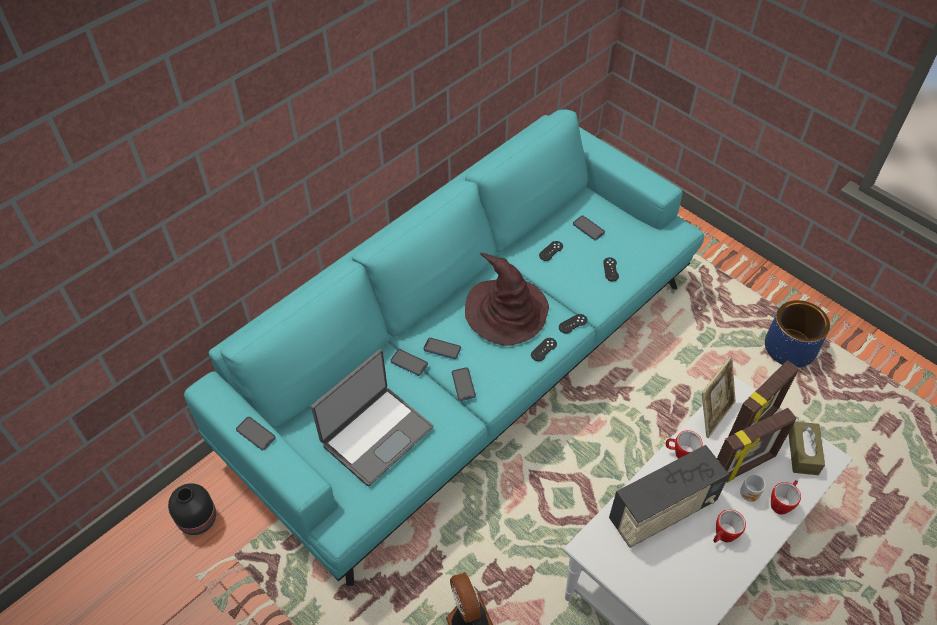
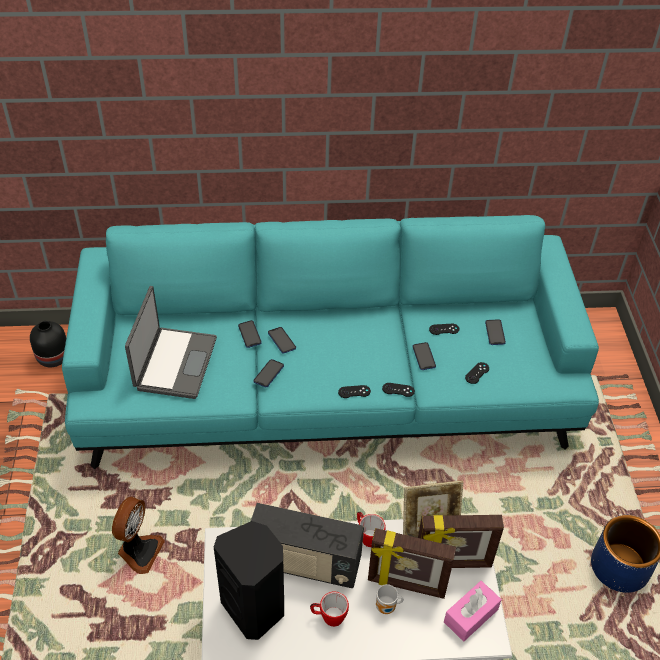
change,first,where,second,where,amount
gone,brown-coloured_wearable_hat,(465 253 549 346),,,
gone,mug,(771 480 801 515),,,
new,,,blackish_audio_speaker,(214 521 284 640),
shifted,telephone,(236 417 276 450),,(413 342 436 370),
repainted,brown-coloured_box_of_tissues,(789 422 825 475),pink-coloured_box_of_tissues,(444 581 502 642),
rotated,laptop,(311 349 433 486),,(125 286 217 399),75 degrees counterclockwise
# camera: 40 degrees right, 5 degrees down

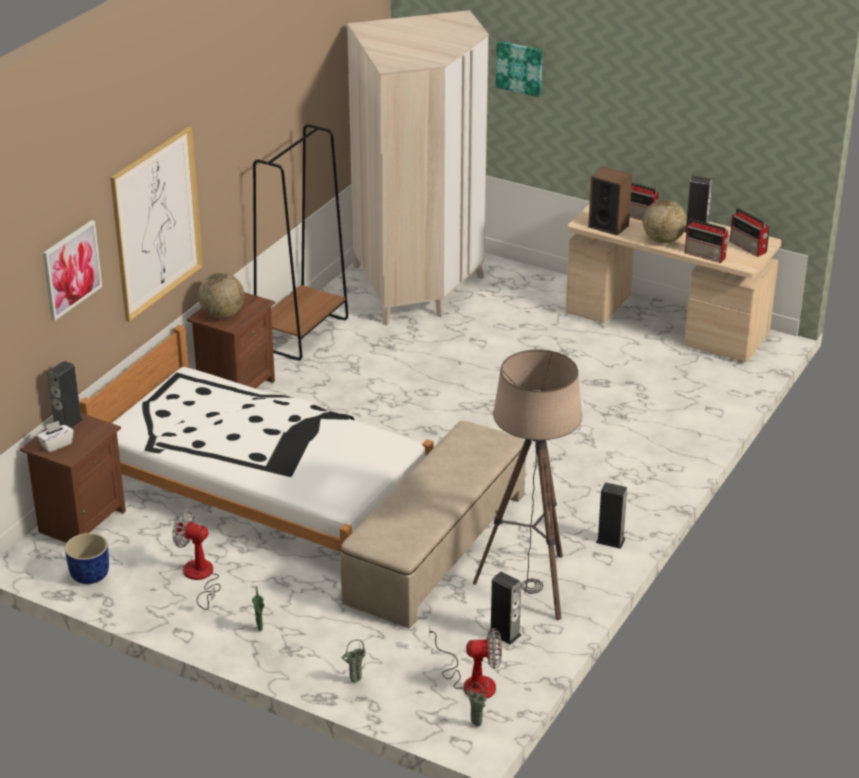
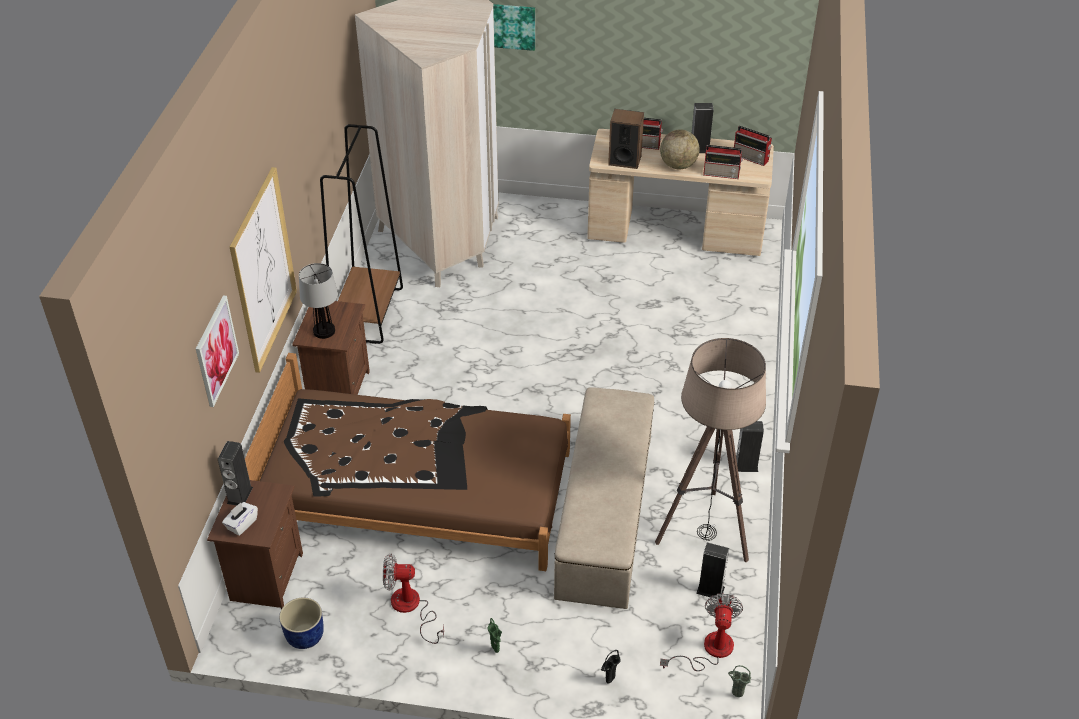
change,first,where,second,where,amount
swapped,globe,(198 272 244 318),lamp_for_a_table,(299 263 338 339),
repainted,white-coloured_bed,(79 325 434 554),brown-coloured_bed,(245 353 571 571),
repainted,green-coloured_decorative_vase,(342 639 366 683),blackish_decorative_vase,(601 650 621 684),
rotated,electric_fan,(429 623 502 699),,(660 593 743 671),60 degrees counterclockwise
# camera: 20 degrees left, 10 degrees up

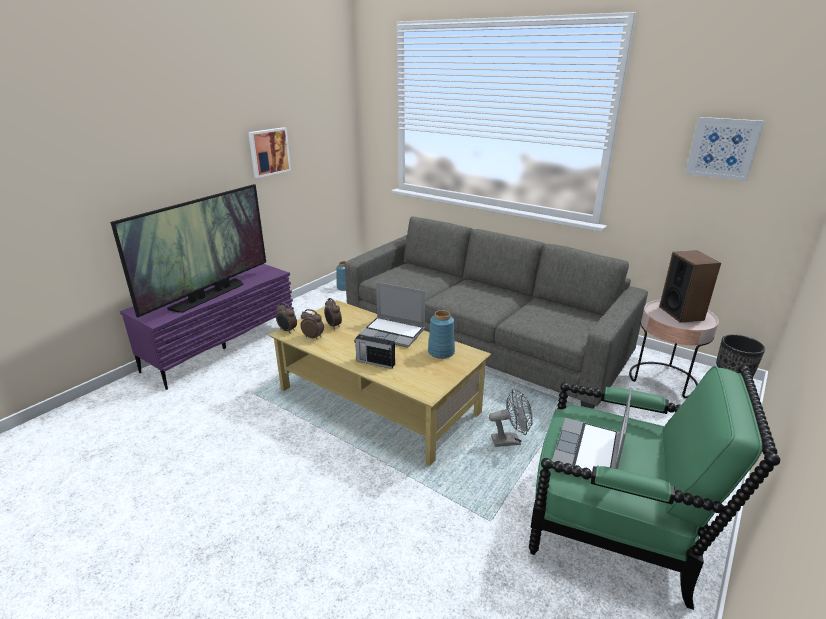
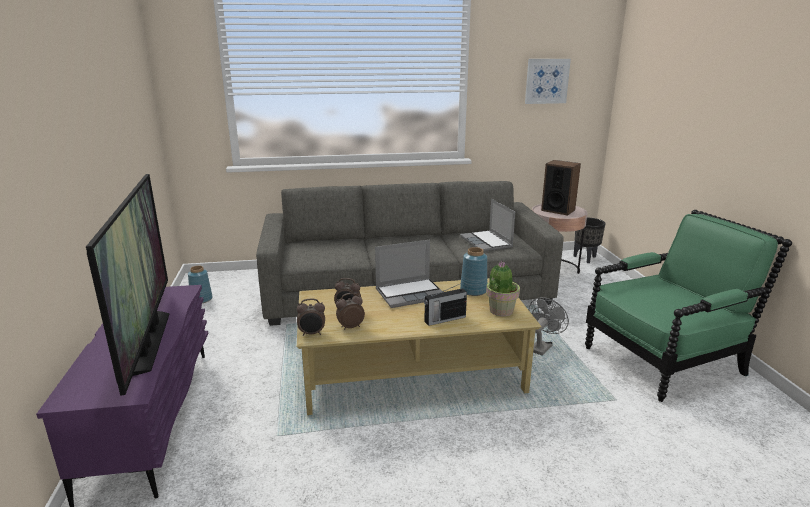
change,first,where,second,where,amount
gone,wall_art,(248 127 291 178),,,
new,,,plant_in_a_pot,(486 261 520 316),
shifted,laptop,(552 387 632 479),,(460 199 515 251),
# camera: 45 degrees left, 5 degrees down

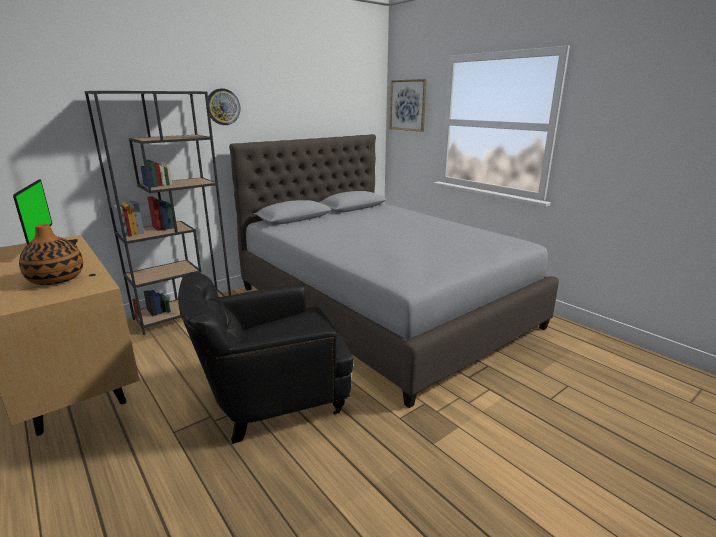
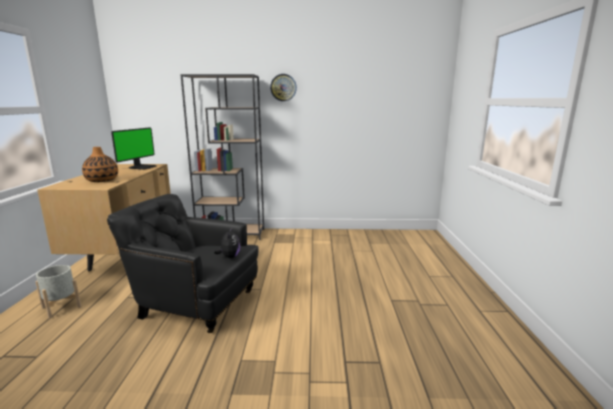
change,first,where,second,where,amount
gone,greyish_bed,(229 134 559 408),,,
gone,wall_art,(390 79 427 132),,,
new,,,greyish_plant_pot,(35 265 81 319),
new,,,plush_toy,(214 227 240 258),
# camera: 40 degrees right, 5 degrees down

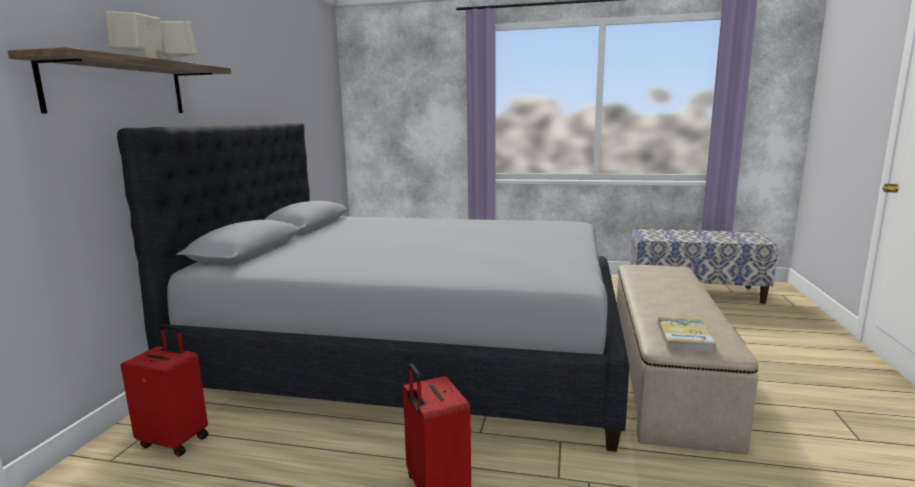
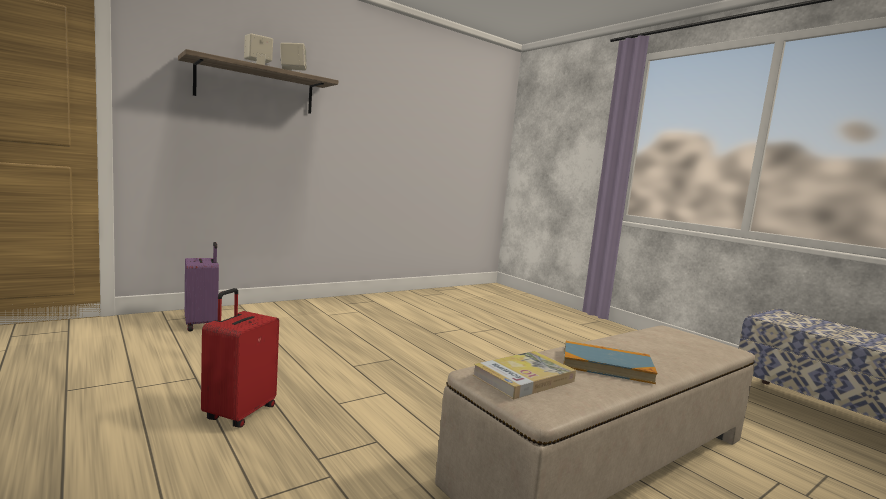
change,first,where,second,where,amount
gone,greyish_bed,(117 122 629 452),,,
new,,,book,(564 341 657 384),
repainted,red-coloured_suitcase,(121 324 208 457),purplish_suitcase,(185 242 219 332),
# camera: 40 degrees right, 5 degrees down

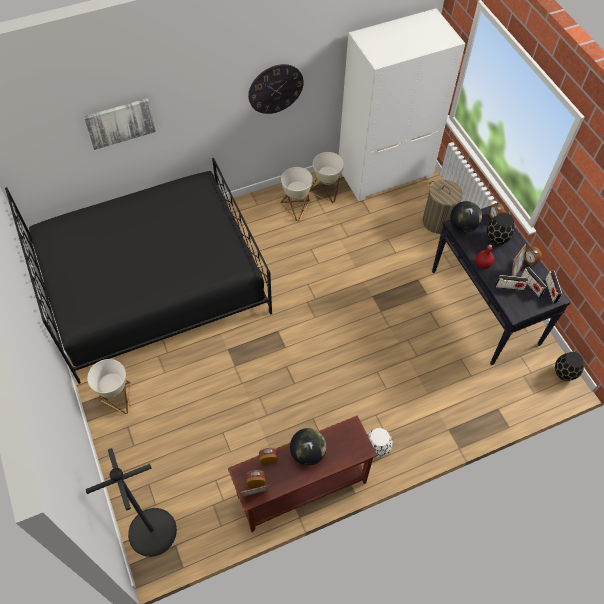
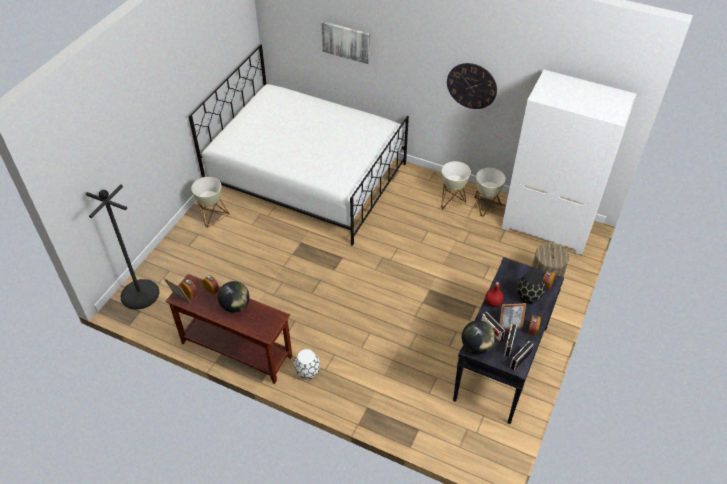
change,first,where,second,where,amount
gone,blackish_decorative_vase,(555 352 584 381),,,
shifted,globe,(450 201 482 232),,(462 321 495 354),
repainted,blackish_bed,(5 158 272 384),white-coloured_bed,(188 44 409 246),
# camera: 50 degrees right, 10 degrees down

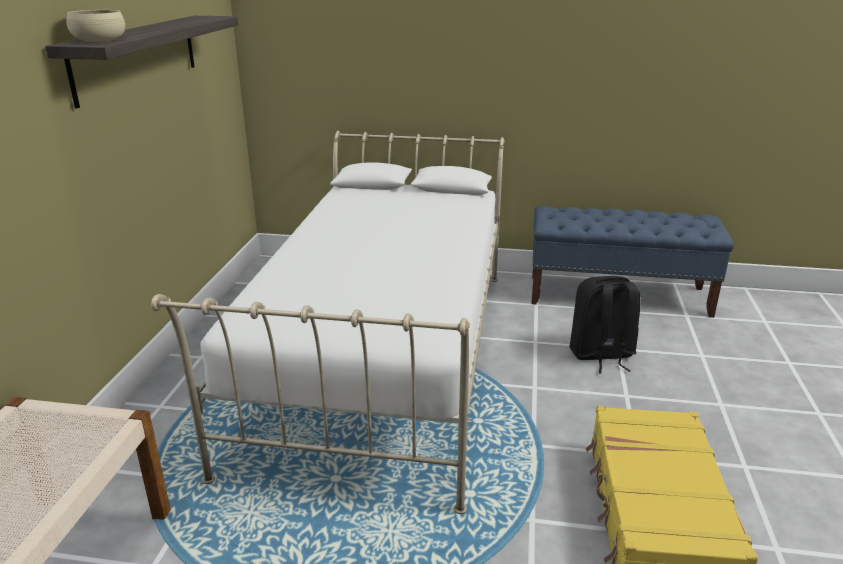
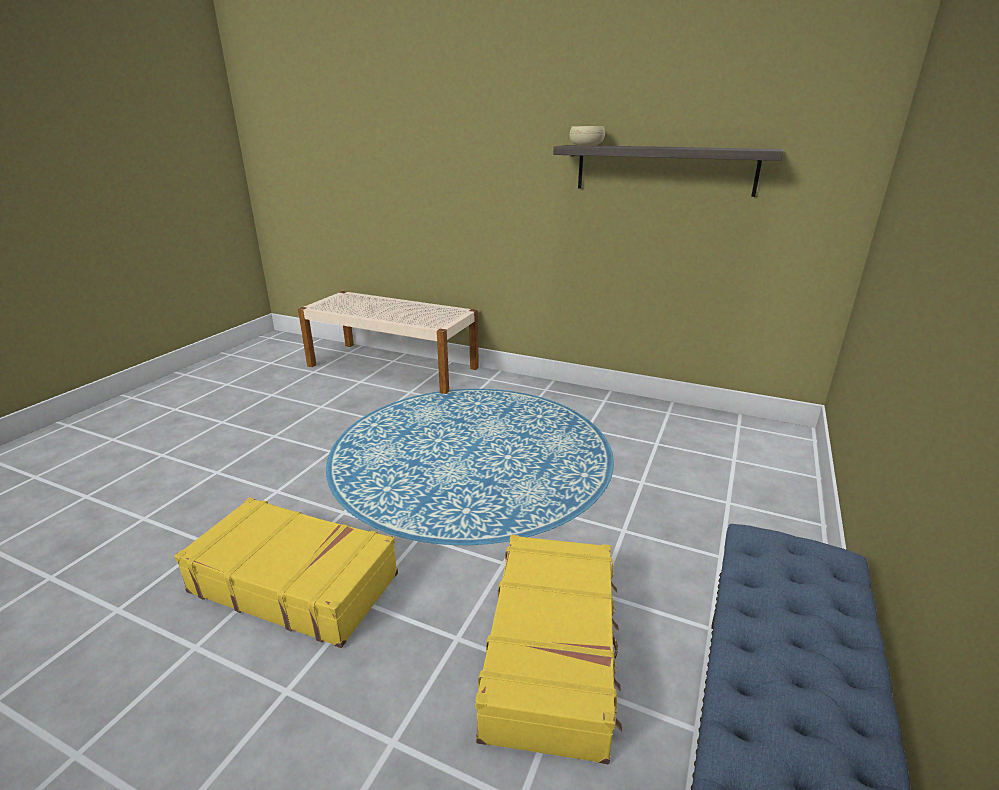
change,first,where,second,where,amount
gone,white-coloured_bed,(151 131 505 514),,,
swapped,blackish_rucksack,(569 276 641 373),yellow-coloured_suitcase,(475 535 622 764),
# camera: 105 degrees right, 0 degrees up

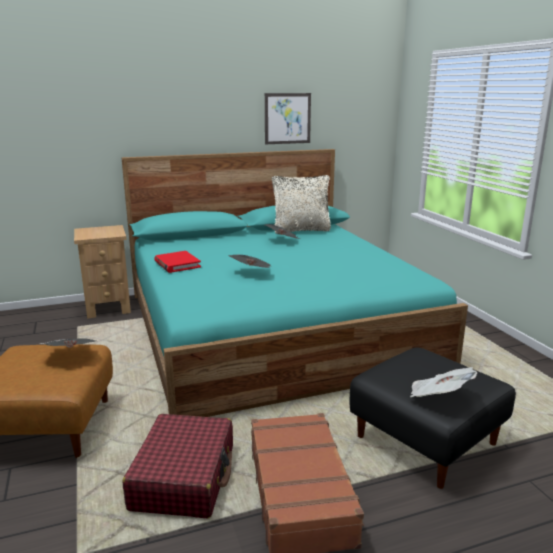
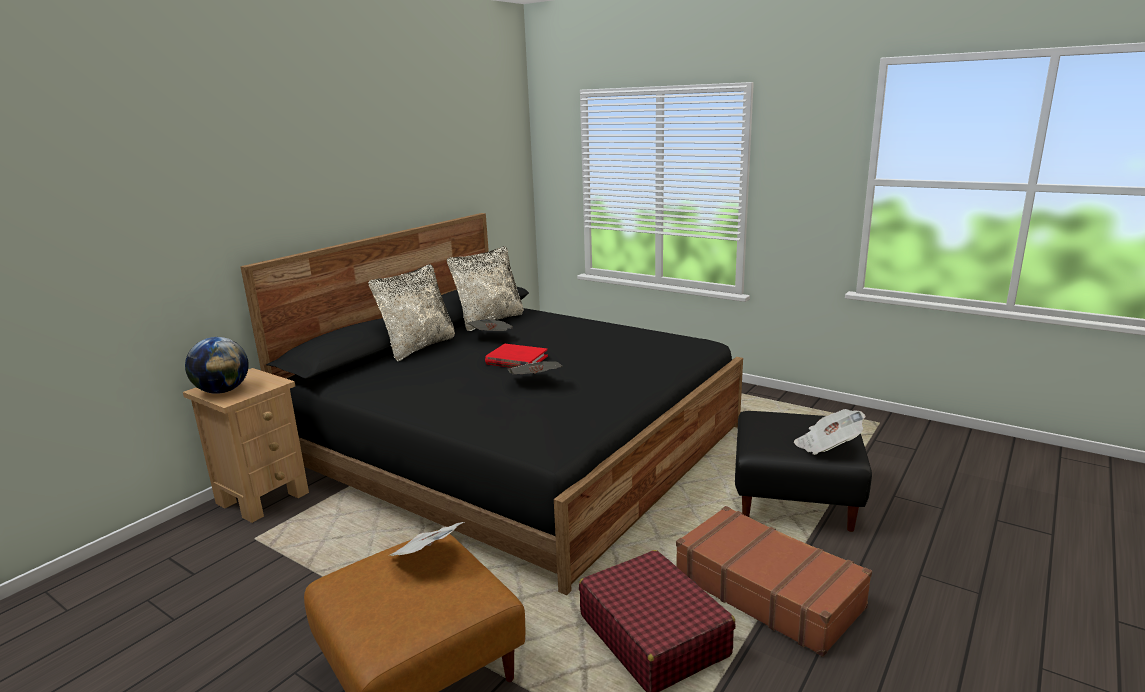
change,first,where,second,where,amount
gone,wall_art,(265 93 311 144),,,
new,,,globe,(185 337 249 394),
new,,,beige_pillow,(368 264 455 361),
shifted,red-coloured_book,(154 251 201 273),,(485 344 548 368),
repainted,turquoise_bed,(122 149 468 417),blackish_bed,(240 213 743 595),
# camera: 35 degrees left, 0 degrees up

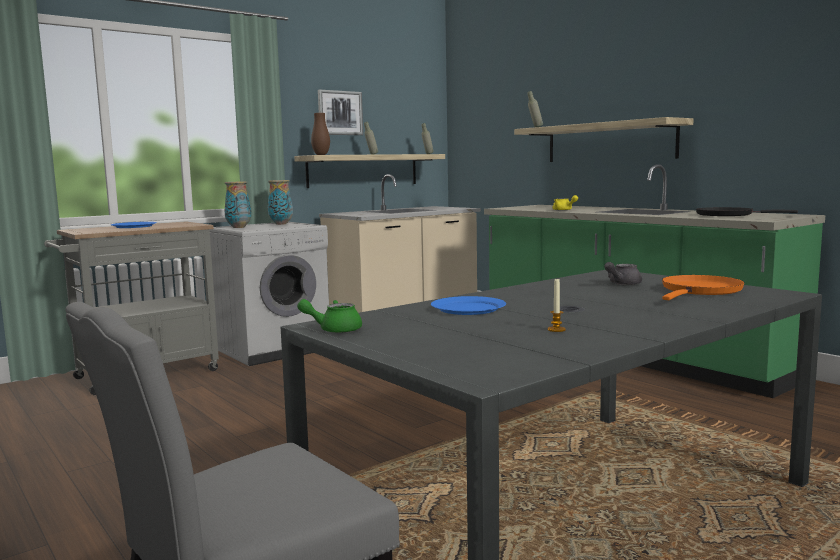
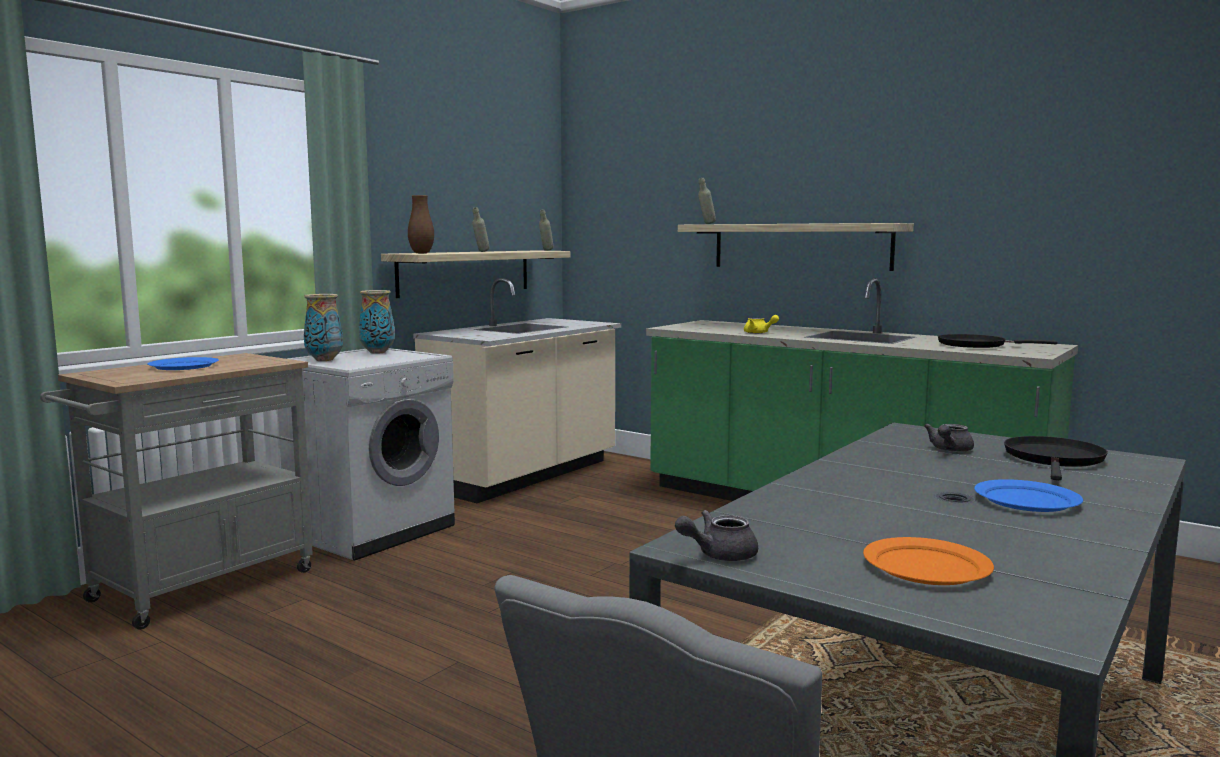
change,first,where,second,where,amount
gone,wall_art,(318 90 363 135),,,
gone,wax_candle,(547 279 566 332),,,
new,,,orangey_dinner_plate,(863 537 994 585),
shifted,blue-coloured_dinner_plate,(431 296 506 315),,(974 479 1083 512),
repainted,green-coloured_tea_pot,(297 299 362 333),greyish_tea_pot,(675 510 758 561),
repainted,orangey_skillet,(662 275 745 300),blackish_skillet,(1004 436 1108 480),
# camera: 15 degrees left, 0 degrees up

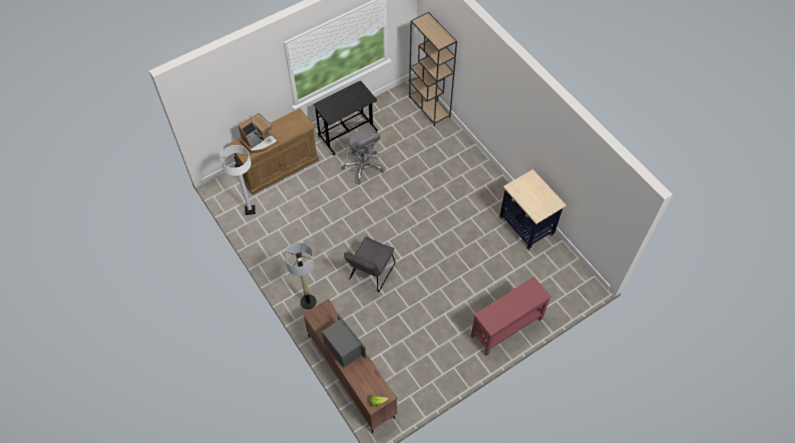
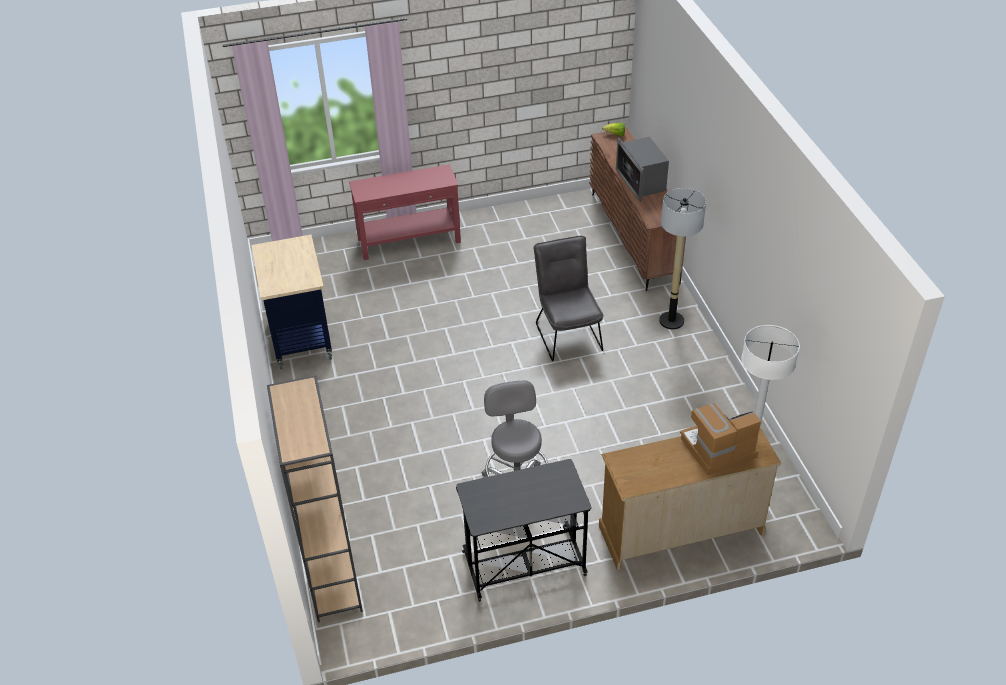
change,first,where,second,where,amount
rotated,greyish_upright_chair,(344 236 395 292),,(534 236 604 361),60 degrees counterclockwise
# camera: 160 degrees left, 15 degrees down

